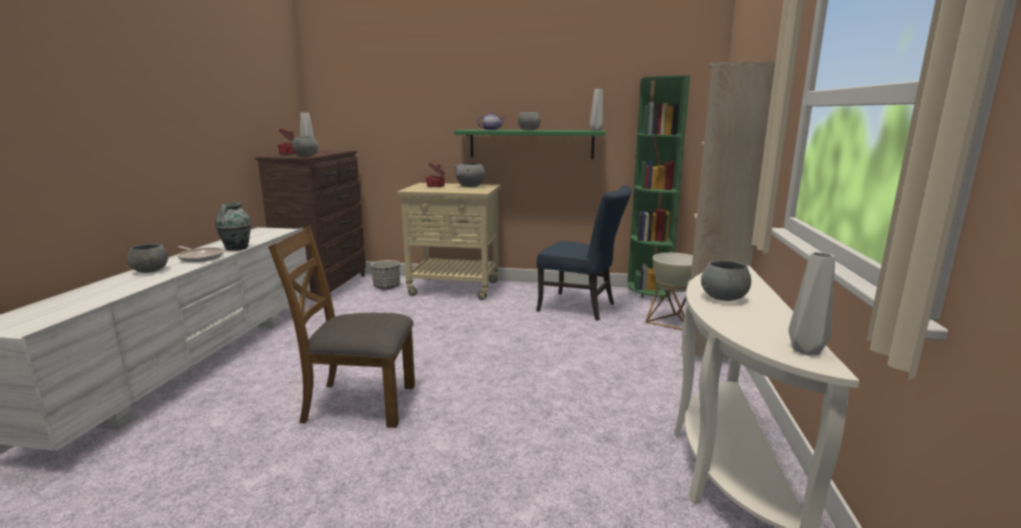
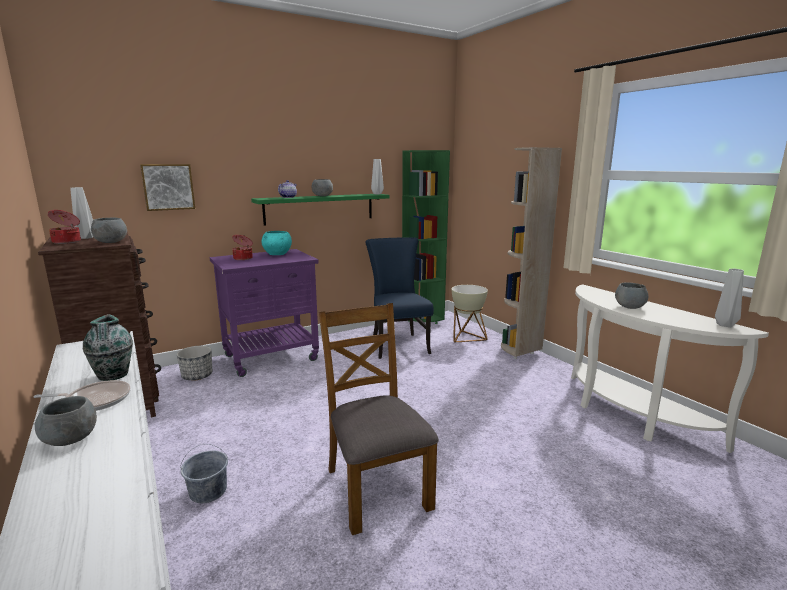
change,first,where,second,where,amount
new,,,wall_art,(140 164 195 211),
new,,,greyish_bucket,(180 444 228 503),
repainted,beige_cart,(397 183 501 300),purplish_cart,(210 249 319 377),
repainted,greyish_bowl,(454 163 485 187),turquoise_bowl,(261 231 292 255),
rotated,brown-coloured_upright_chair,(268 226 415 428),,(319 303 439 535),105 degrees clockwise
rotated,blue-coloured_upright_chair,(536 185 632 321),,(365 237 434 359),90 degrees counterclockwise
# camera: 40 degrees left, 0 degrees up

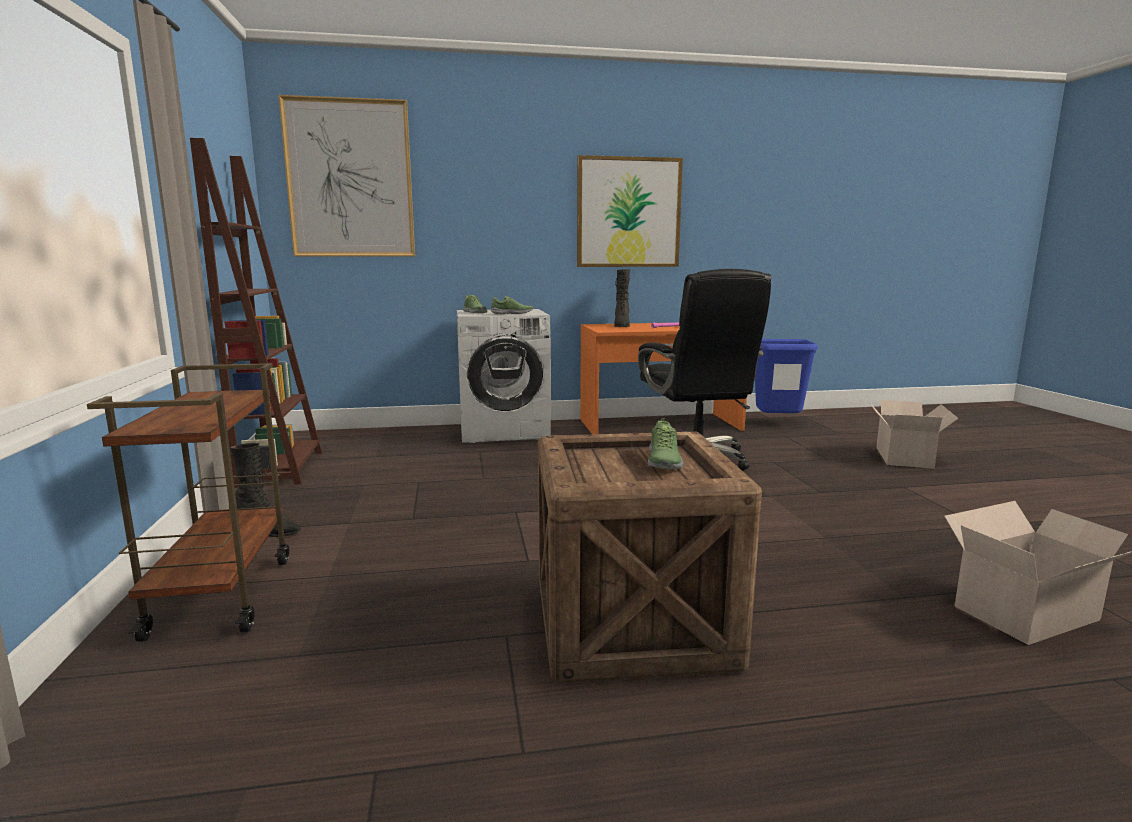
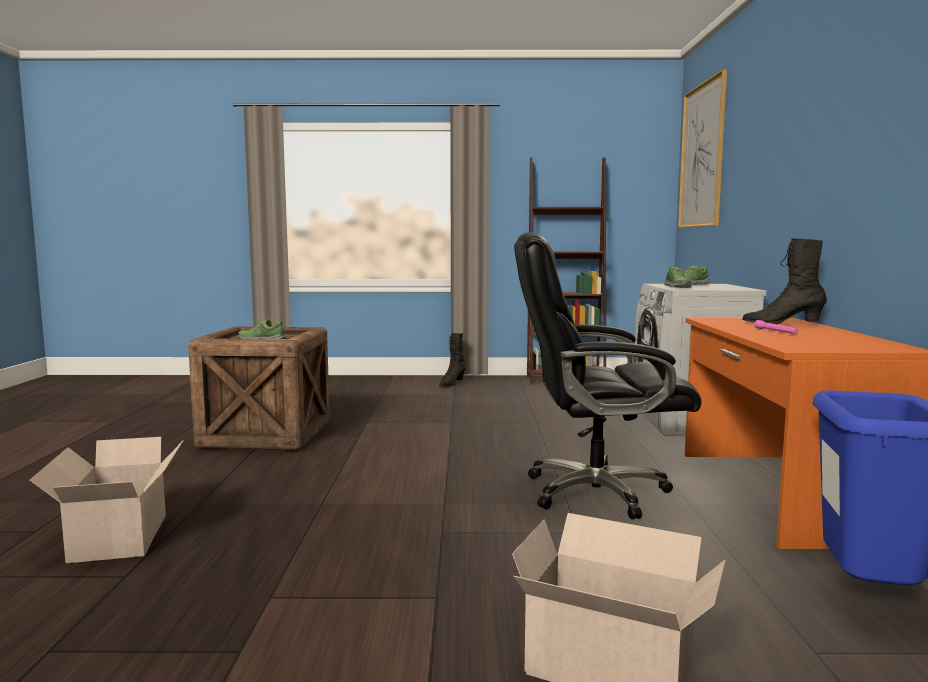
change,first,where,second,where,amount
gone,brown-coloured_cart,(87 363 289 642),,,
gone,wall_art,(577 155 683 267),,,
# camera: 100 degrees right, 5 degrees down

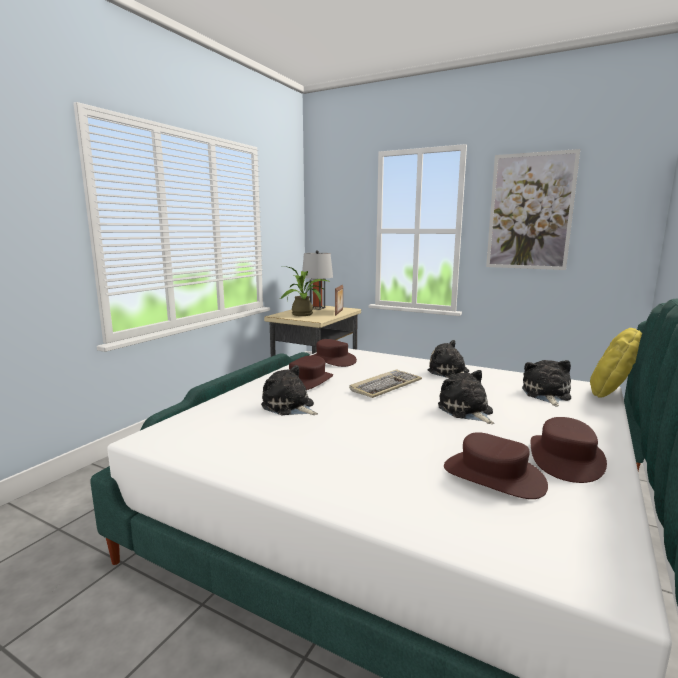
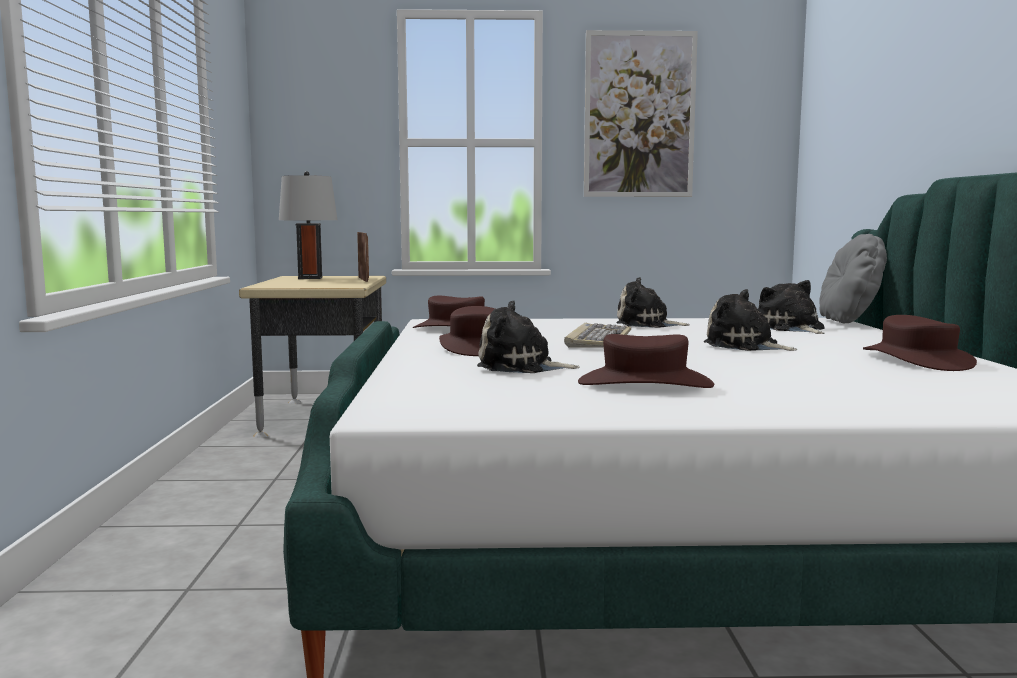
change,first,where,second,where,amount
gone,plant_in_a_pot,(280 266 331 316),,,
shifted,brown-coloured_wearable_hat,(444 432 548 499),,(578 334 714 388),
repainted,yellow-coloured_pillow,(590 328 642 398),greyish_pillow,(819 234 887 323),
# camera: 30 degrees left, 5 degrees down

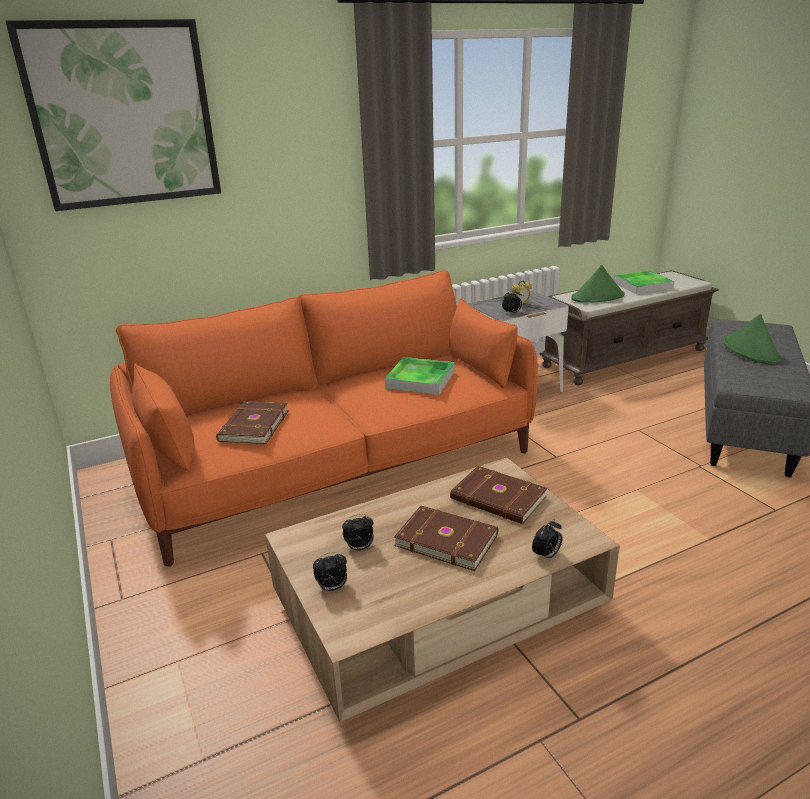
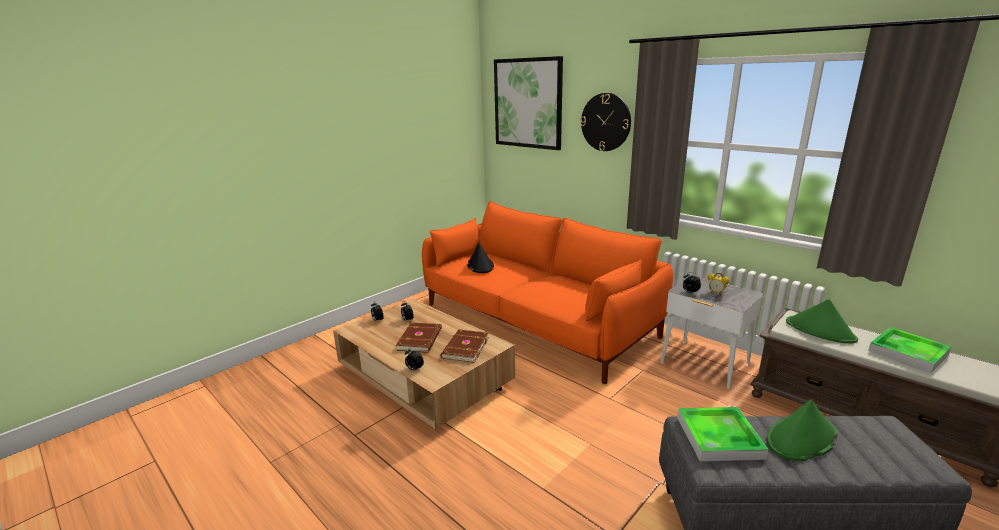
change,first,where,second,where,amount
new,,,clock_on_the_wall,(580 93 631 151),
shifted,tray,(385 357 454 395),,(677 407 768 461),
swapped,brown-coloured_book,(216 401 289 444),blackish_wearable_hat,(467 243 494 273),
# camera: 70 degrees right, 5 degrees down

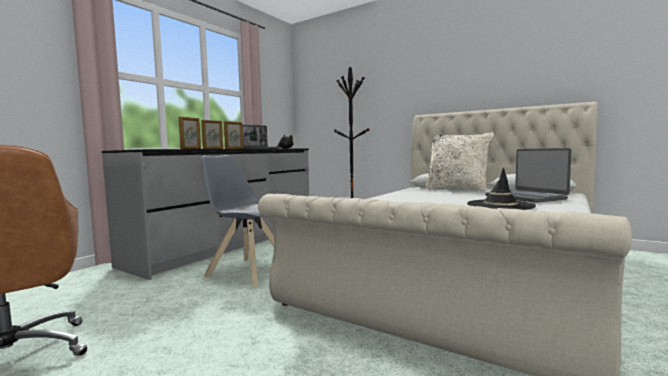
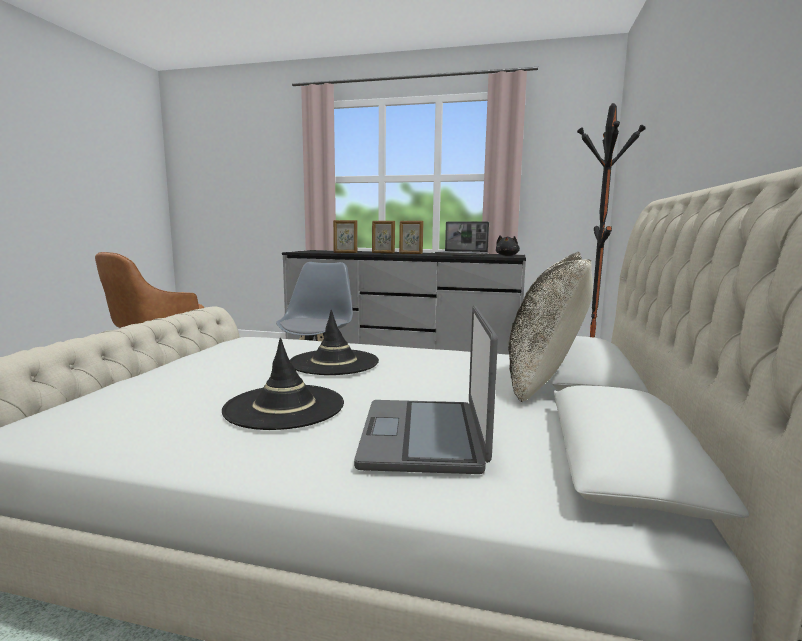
change,first,where,second,where,amount
new,,,blackish_wearable_hat,(290 310 379 375),
rotated,laptop,(485 148 572 203),,(354 306 498 474),45 degrees counterclockwise
# camera: 70 degrees right, 5 degrees up

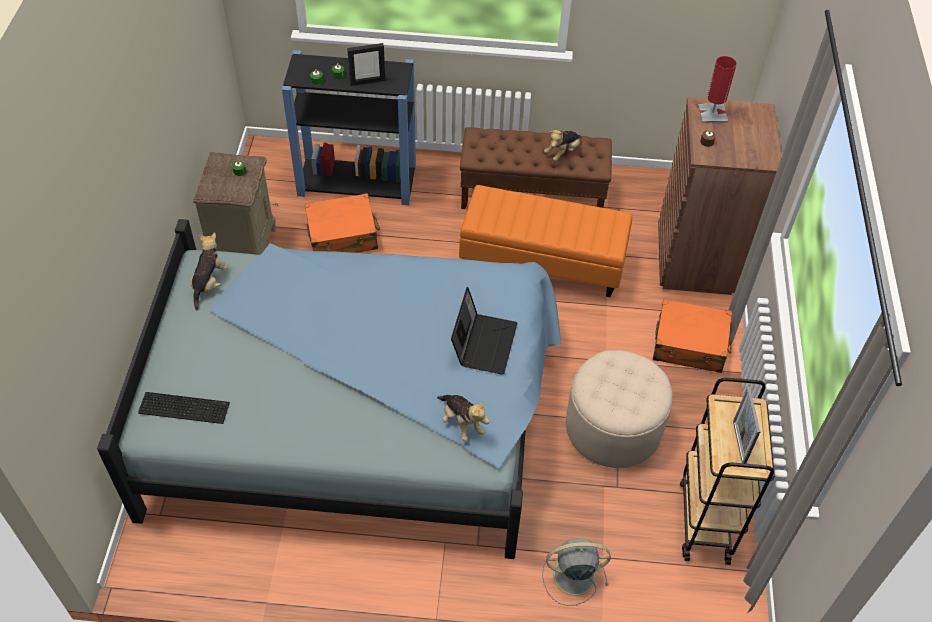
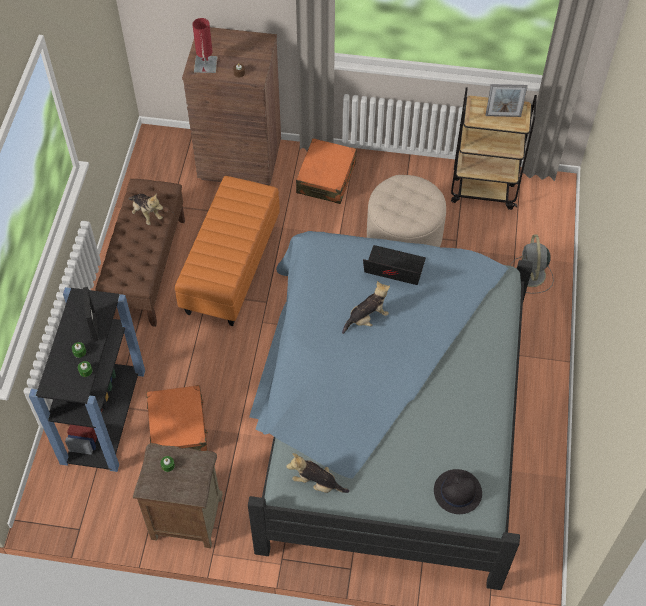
change,first,where,second,where,amount
shifted,plush_toy,(437 395 490 441),,(342 281 390 334),
swapped,keyboard,(138 392 230 424),blackish_wearable_hat,(434 469 482 514),
# camera: 85 degrees left, 5 degrees up

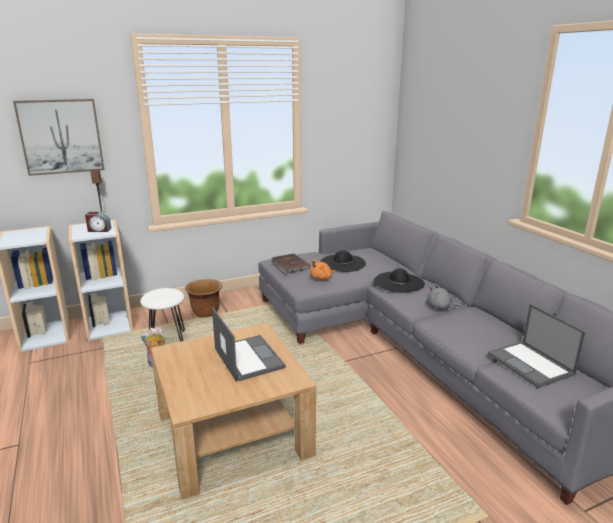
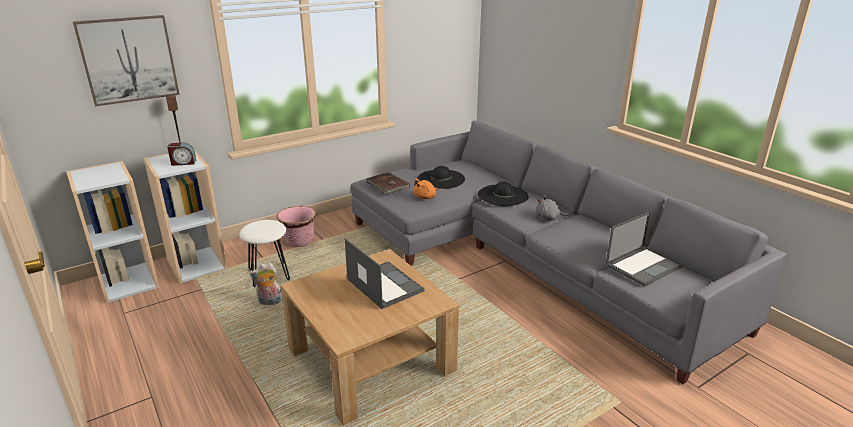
change,first,where,second,where,amount
repainted,brown-coloured_plant_pot,(185 279 222 317),pink-coloured_plant_pot,(276 206 317 247),
rotated,laptop,(488 304 585 388),,(606 211 682 287),90 degrees counterclockwise
# camera: 10 degrees left, 5 degrees up

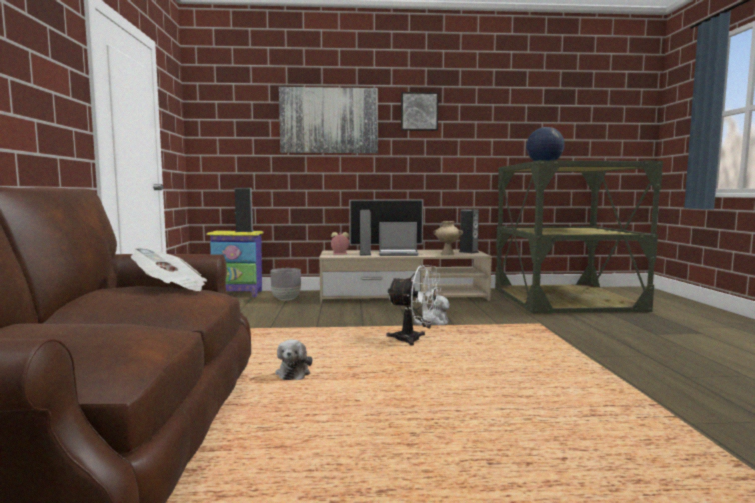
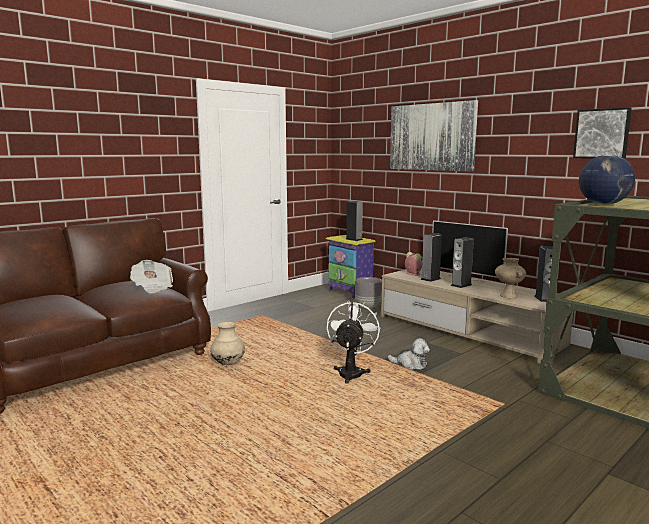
change,first,where,second,where,amount
shifted,wall_art,(401 92 438 131),,(573 107 632 159),
swapped,plush_toy,(275 340 312 380),beige_decorative_vase,(210 322 245 365),
swapped,laptop,(379 222 419 256),audio_speaker,(451 237 474 288),
rotated,white-coloured_electric_fan,(386 265 441 346),,(327 300 380 384),150 degrees counterclockwise
# camera: 50 degrees right, 5 degrees up

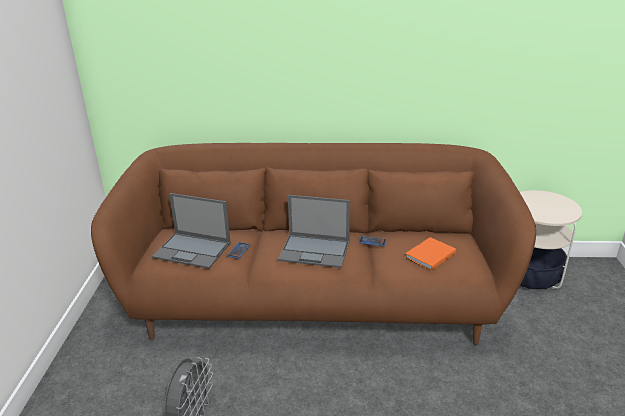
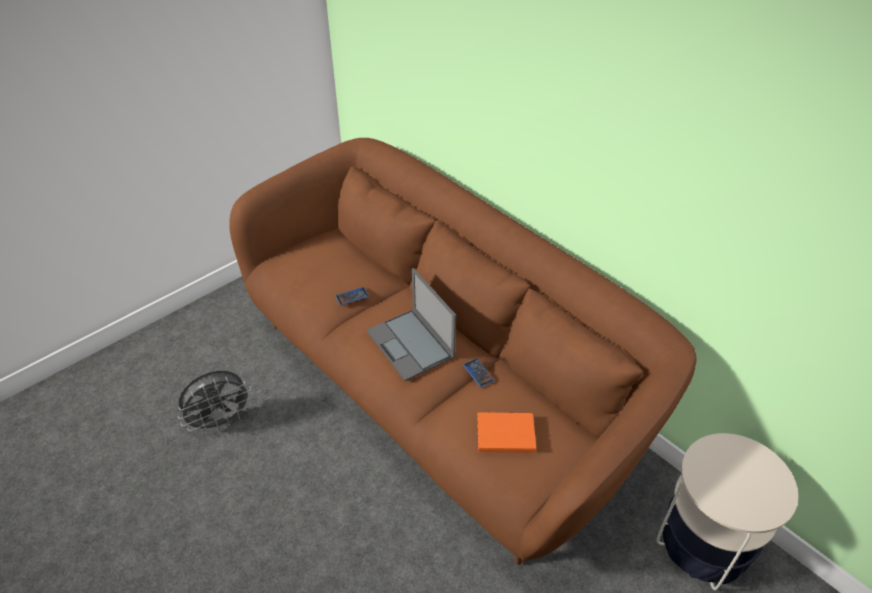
change,first,where,second,where,amount
gone,laptop,(152 193 231 269),,,
# camera: 45 degrees right, 15 degrees up

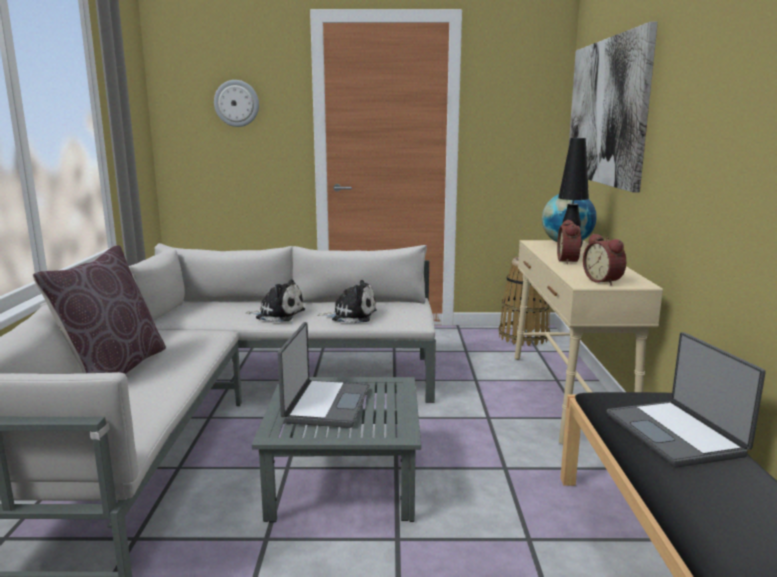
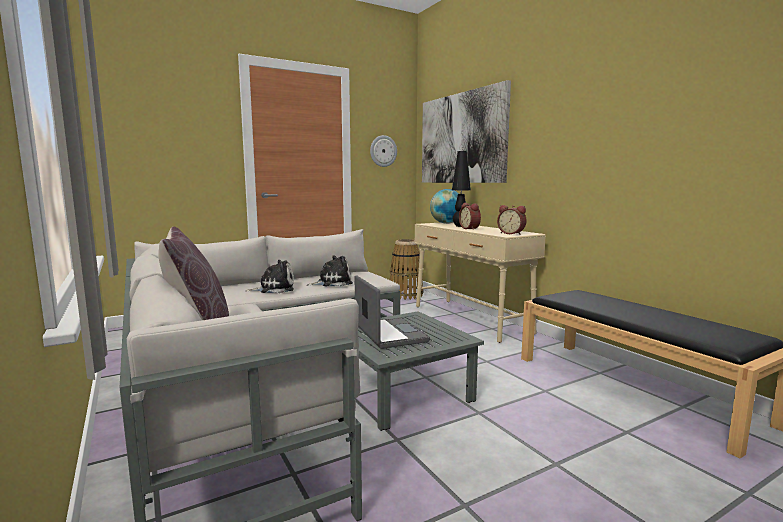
change,first,where,second,where,amount
gone,laptop,(607 332 766 468),,,
shifted,clock_on_the_wall,(214 80 259 127),,(370 135 397 167),
# camera: 30 degrees left, 5 degrees down

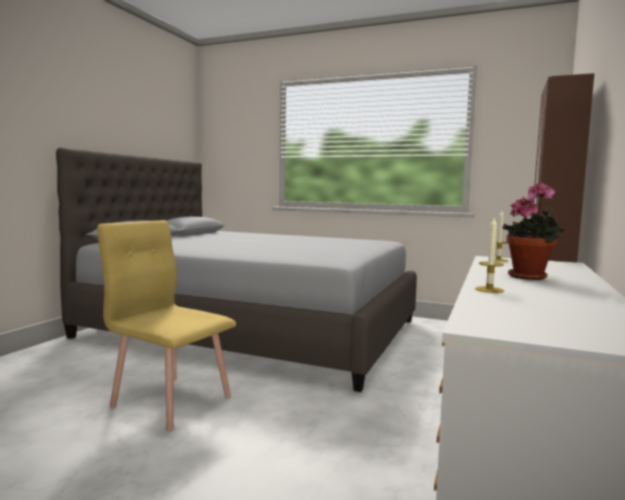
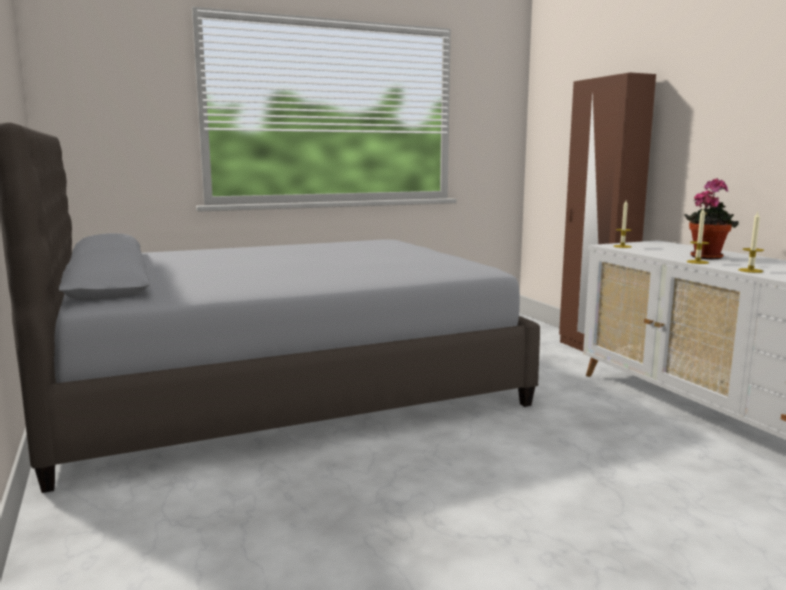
change,first,where,second,where,amount
gone,yellow-coloured_upright_chair,(97 220 236 431),,,
new,,,wax_candle,(687 208 709 264),
# camera: 45 degrees left, 5 degrees up

